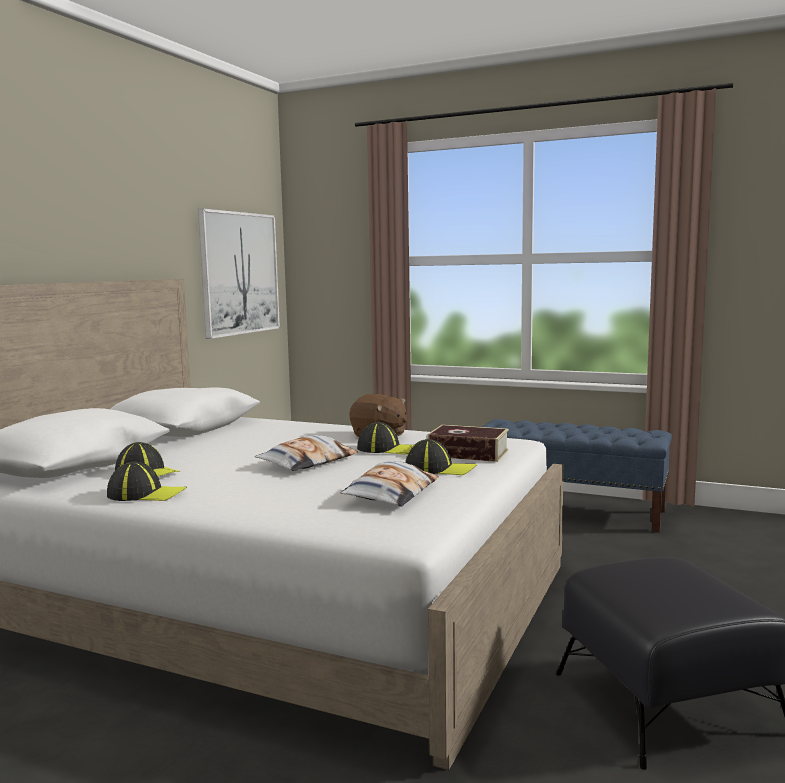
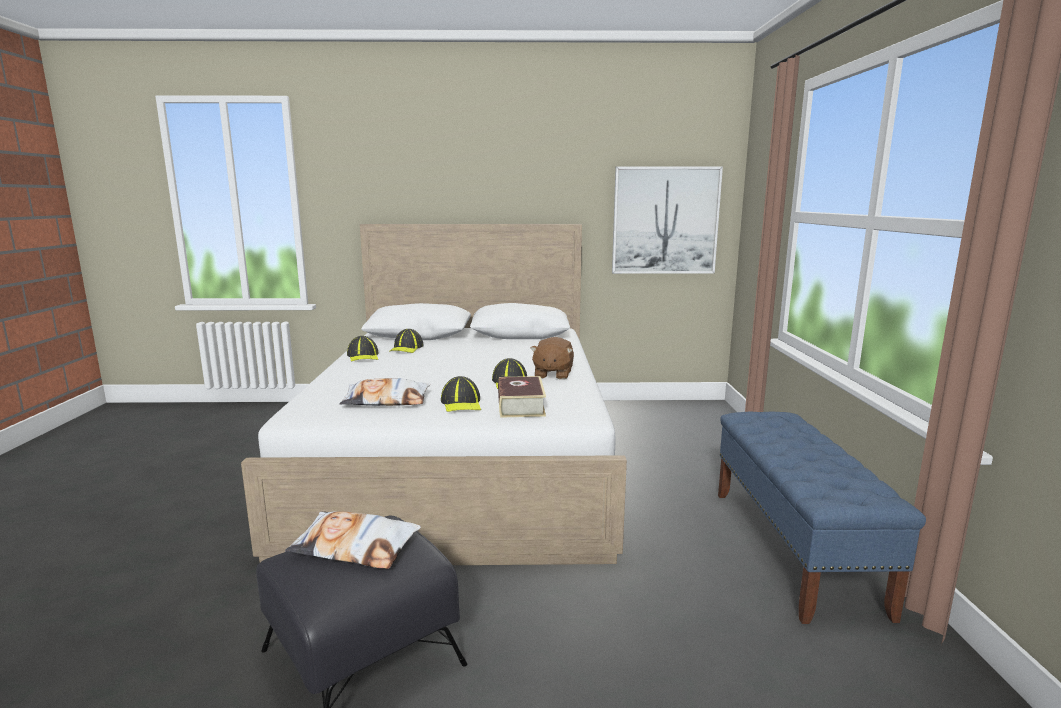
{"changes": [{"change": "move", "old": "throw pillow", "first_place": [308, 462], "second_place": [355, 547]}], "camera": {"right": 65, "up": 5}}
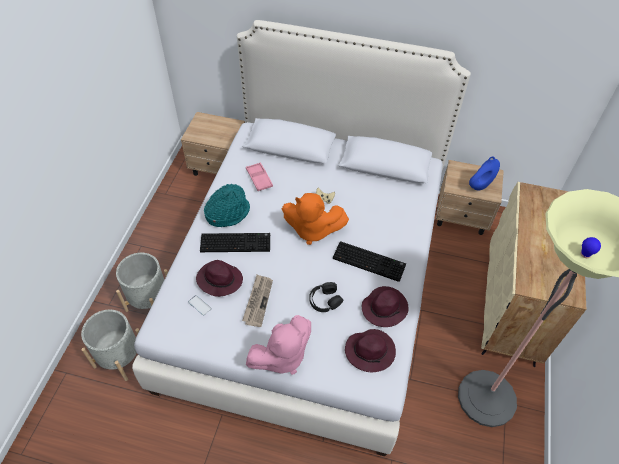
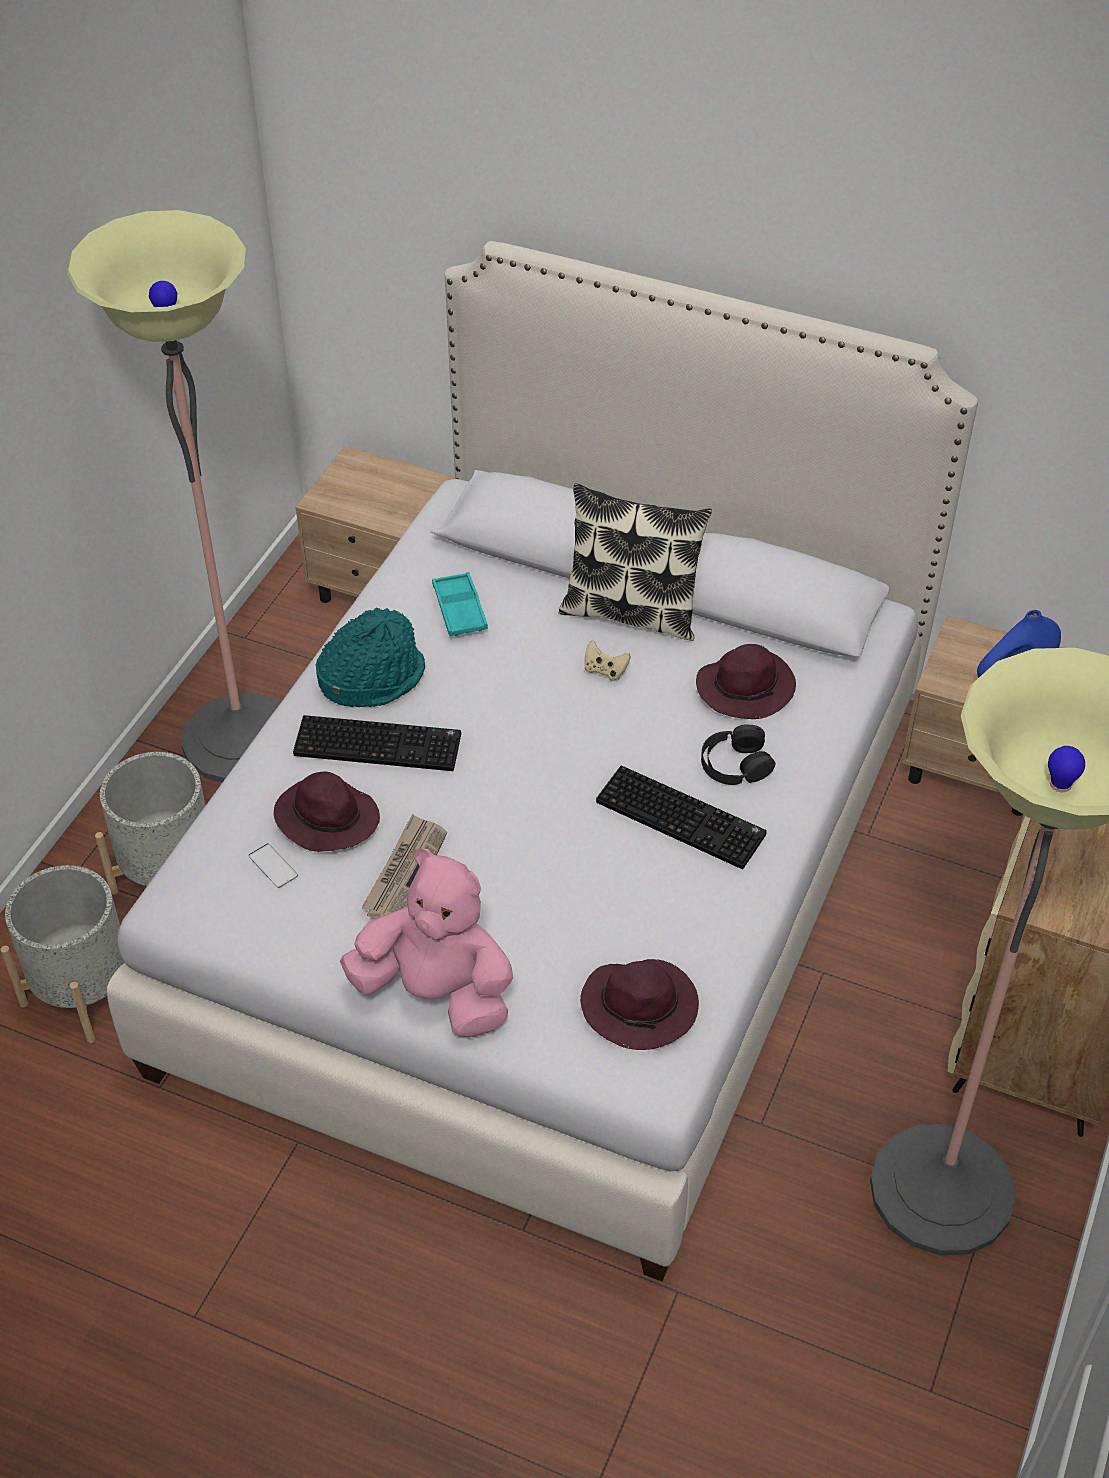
{"changes": [{"change": "recolor", "old": "pink-coloured carrying tray", "new": "turquoise-coloured carrying tray", "first_place": [259, 178], "second_place": [459, 609]}, {"change": "delete", "old": "orangey cuddly toy", "first_place": [312, 230]}, {"change": "move", "old": "black headset", "first_place": [325, 300], "second_place": [735, 764]}, {"change": "move", "old": "purple-coloured clothing hat", "first_place": [385, 308], "second_place": [746, 687]}, {"change": "rotate", "old": "pink-coloured cuddly toy", "first_place": [281, 356], "second_place": [437, 993], "degrees": -135}, {"change": "insert", "new": "standard lamp", "second_place": [241, 740]}, {"change": "insert", "new": "throw pillow", "second_place": [631, 612]}], "camera": {"right": 10, "up": -5}}
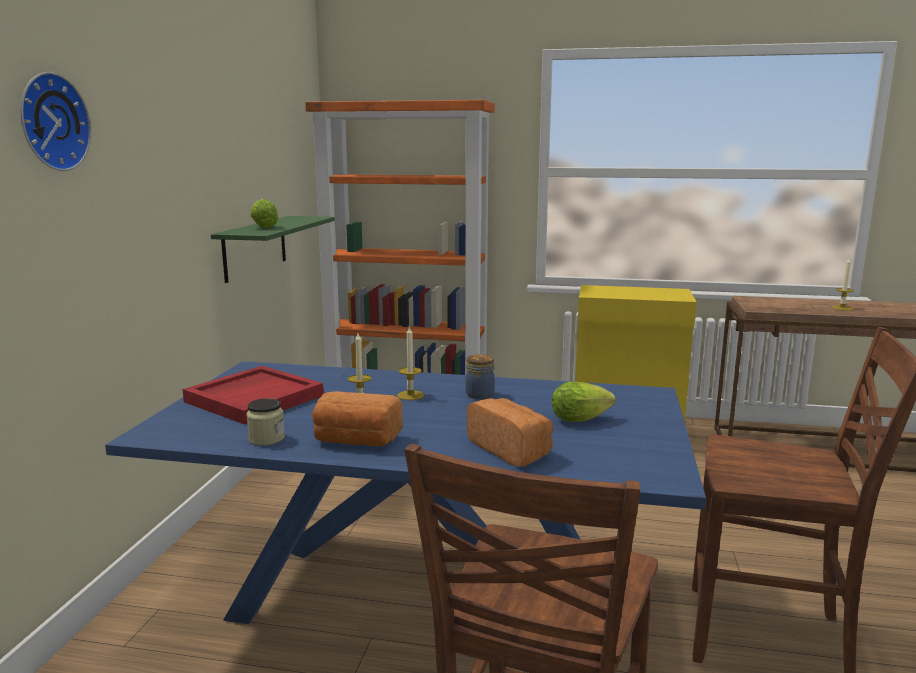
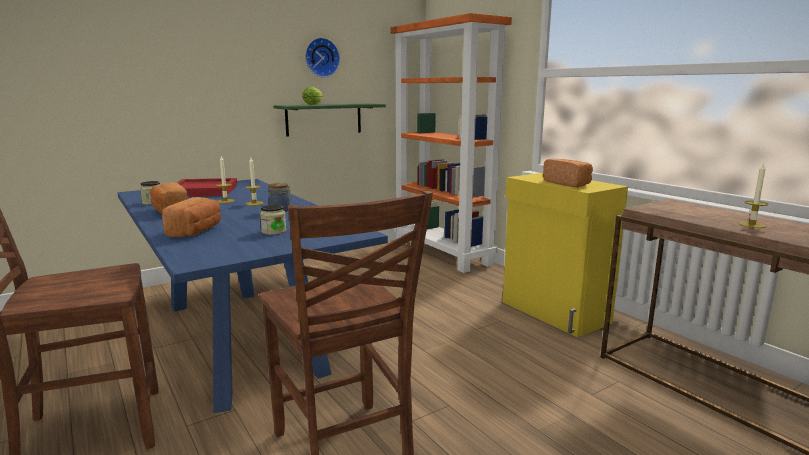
{"changes": [{"change": "move", "old": "clock on the wall", "first_place": [50, 122], "second_place": [321, 57]}, {"change": "replace", "old": "lettuce", "new": "storage jar", "first_place": [583, 419], "second_place": [274, 231]}, {"change": "insert", "new": "bakery bread", "second_place": [568, 183]}], "camera": {"right": 45, "up": 0}}
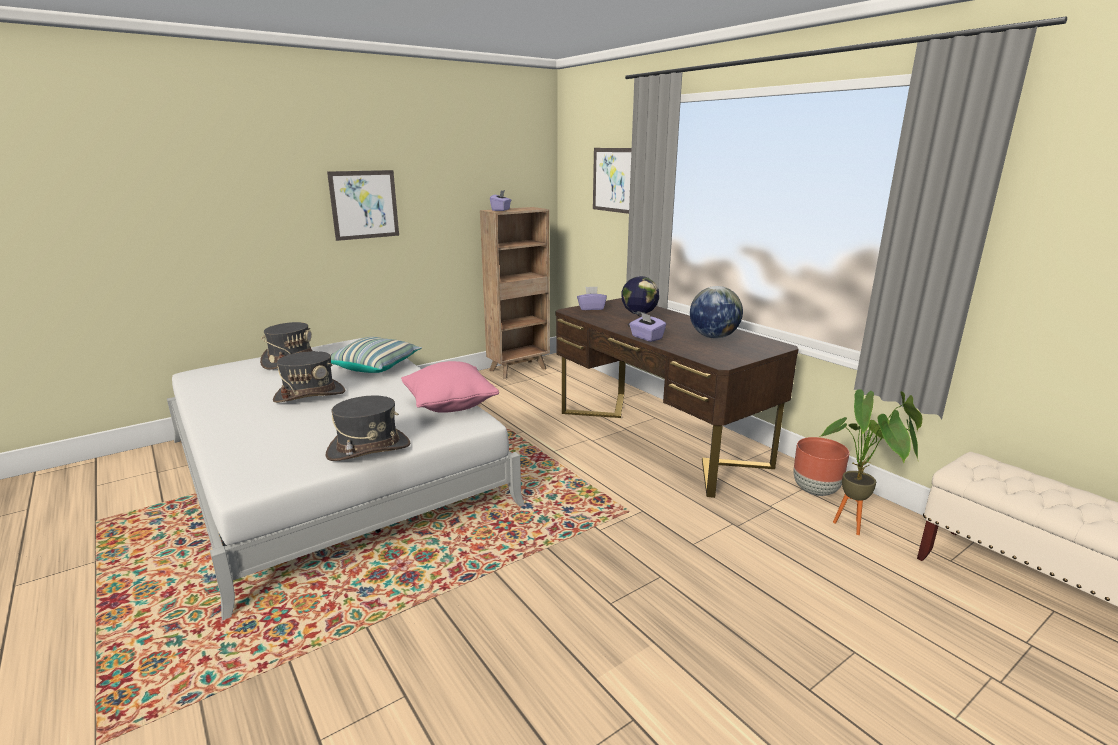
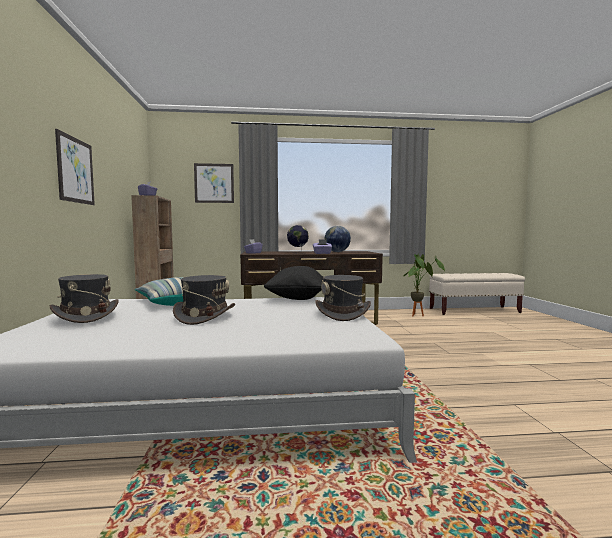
{"changes": [{"change": "recolor", "old": "pink-coloured throw pillow", "new": "black throw pillow", "first_place": [450, 406], "second_place": [297, 299]}, {"change": "delete", "old": "brown planter", "first_place": [816, 491]}], "camera": {"right": -60, "up": -15}}
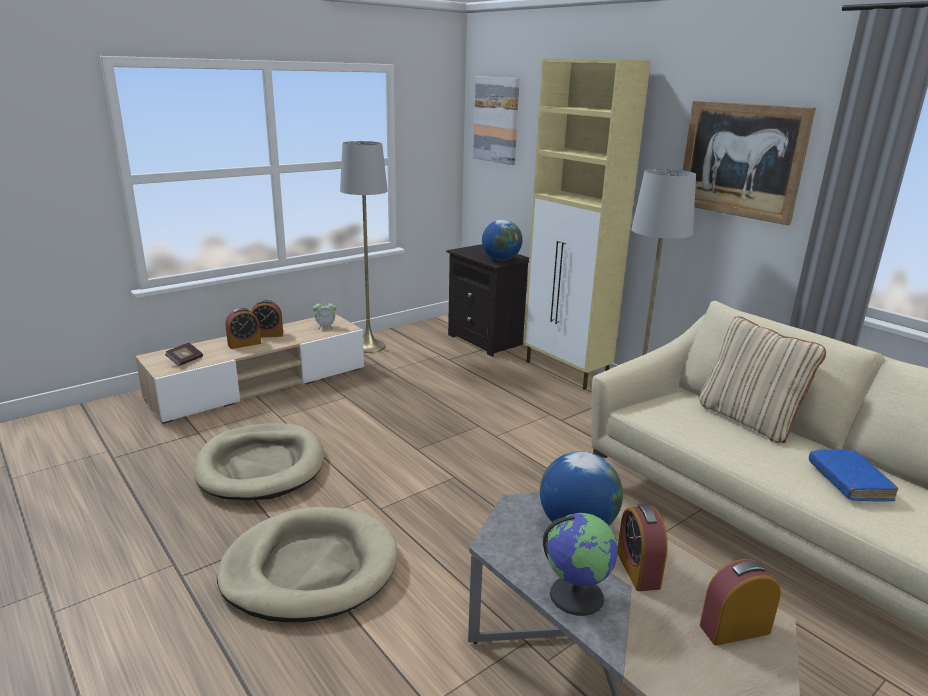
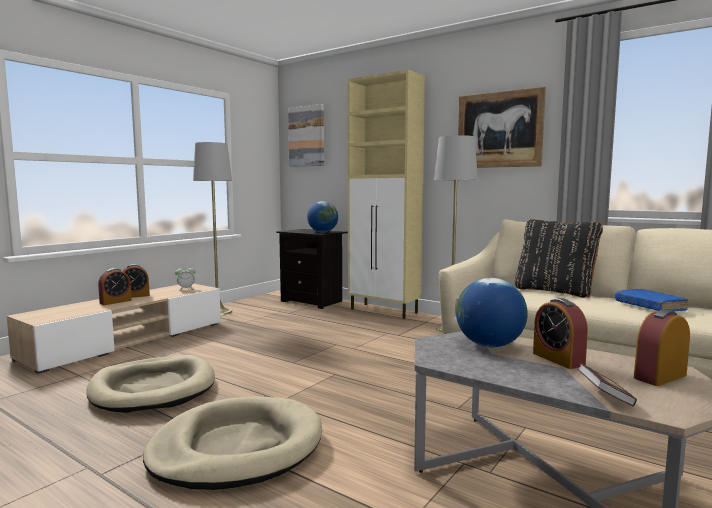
{"changes": [{"change": "recolor", "old": "beige-coloured throw pillow", "new": "black throw pillow", "first_place": [749, 420], "second_place": [555, 291]}, {"change": "move", "old": "book", "first_place": [185, 360], "second_place": [604, 396]}, {"change": "delete", "old": "desk globe", "first_place": [576, 594]}], "camera": {"right": -15, "up": -15}}
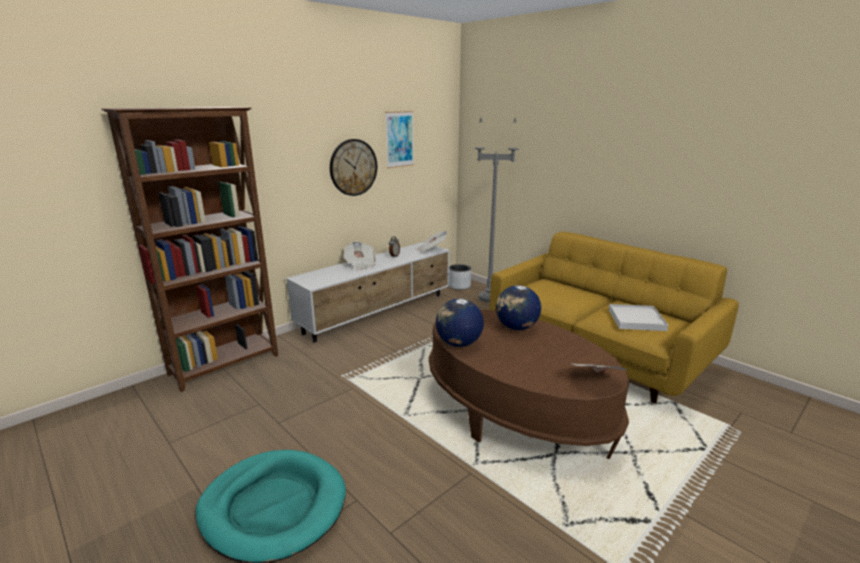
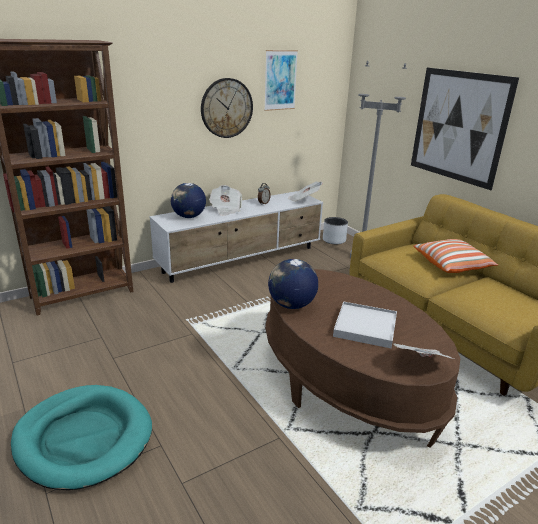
{"changes": [{"change": "move", "old": "desk globe", "first_place": [516, 328], "second_place": [188, 217]}, {"change": "move", "old": "white-coloured carrying tray", "first_place": [636, 320], "second_place": [365, 327]}, {"change": "insert", "new": "wall art", "second_place": [458, 126]}, {"change": "insert", "new": "throw pillow", "second_place": [452, 265]}], "camera": {"right": 10, "up": 5}}
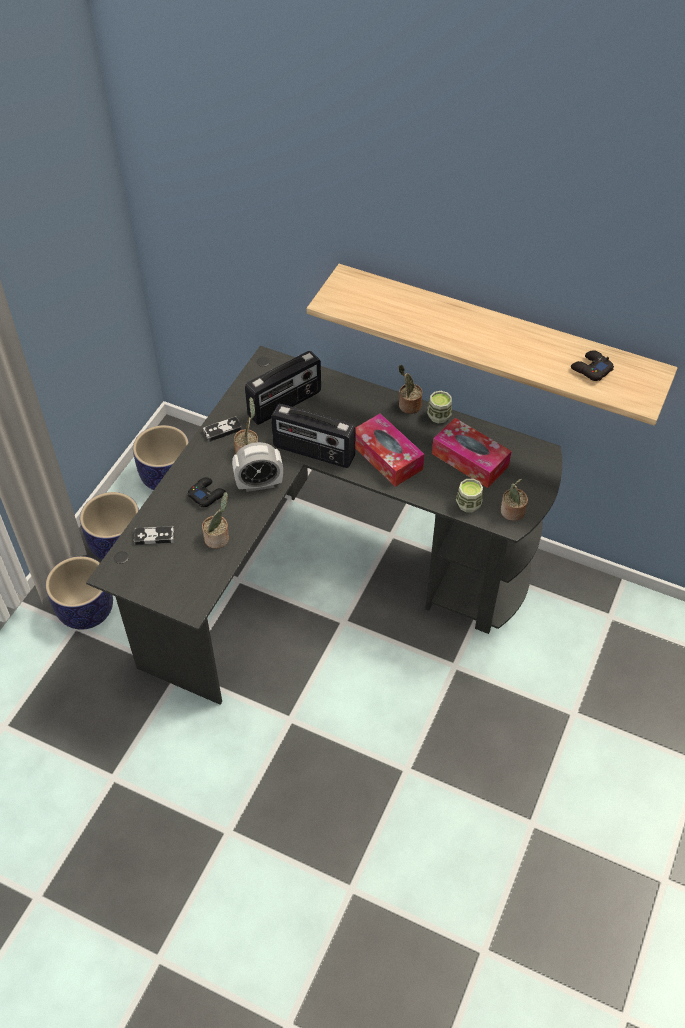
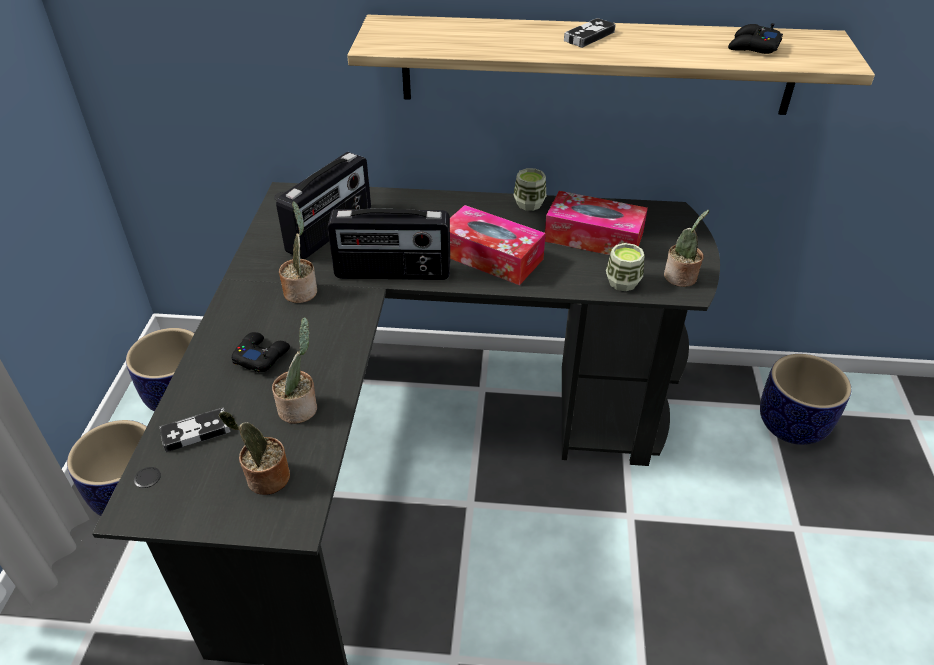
{"changes": [{"change": "move", "old": "plant in a pot", "first_place": [408, 406], "second_place": [265, 479]}, {"change": "move", "old": "gamepad", "first_place": [222, 430], "second_place": [589, 36]}, {"change": "delete", "old": "alarm clock", "first_place": [259, 484]}, {"change": "move", "old": "planter", "first_place": [87, 611], "second_place": [792, 425]}], "camera": {"right": -20, "up": -10}}
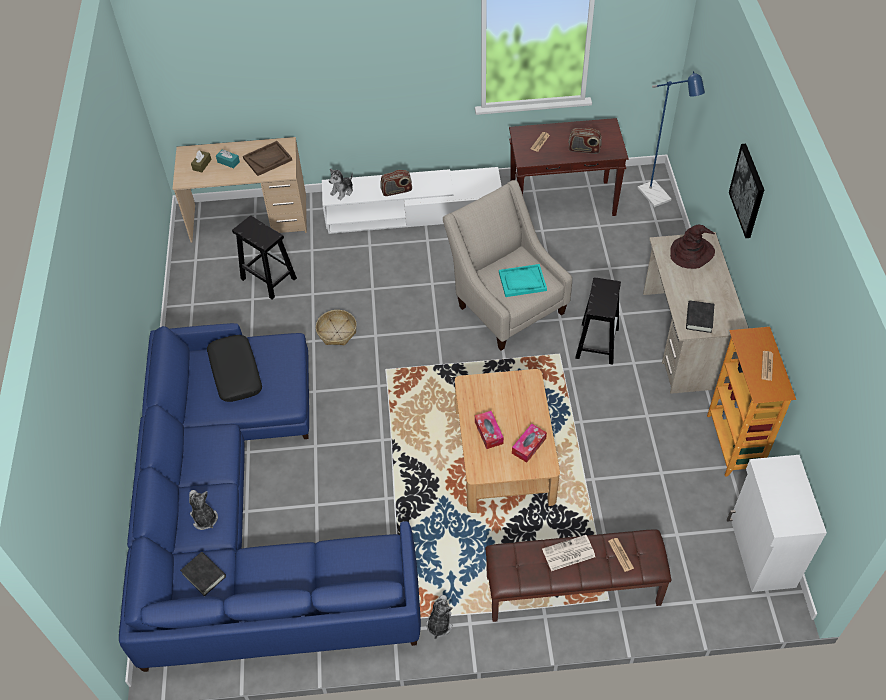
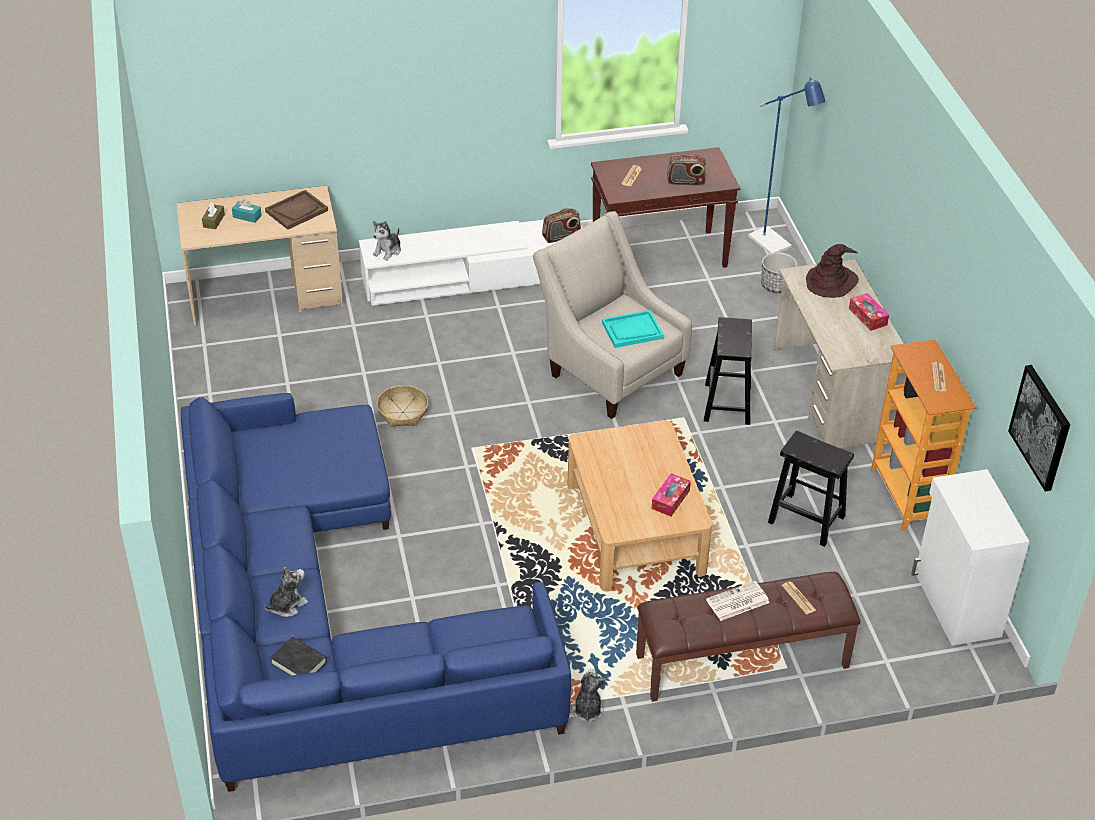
{"changes": [{"change": "move", "old": "wall art", "first_place": [748, 191], "second_place": [1041, 427]}, {"change": "move", "old": "radio", "first_place": [396, 191], "second_place": [561, 236]}, {"change": "move", "old": "black sitting stool", "first_place": [268, 278], "second_place": [805, 519]}, {"change": "delete", "old": "black book", "first_place": [699, 318]}, {"change": "delete", "old": "black throw pillow", "first_place": [235, 373]}, {"change": "move", "old": "tissue holder", "first_place": [488, 432], "second_place": [867, 316]}, {"change": "rotate", "old": "cuddly toy", "first_place": [204, 518], "second_place": [287, 605], "degrees": 90}, {"change": "insert", "new": "planter", "second_place": [776, 285]}], "camera": {"right": -10, "up": -10}}
